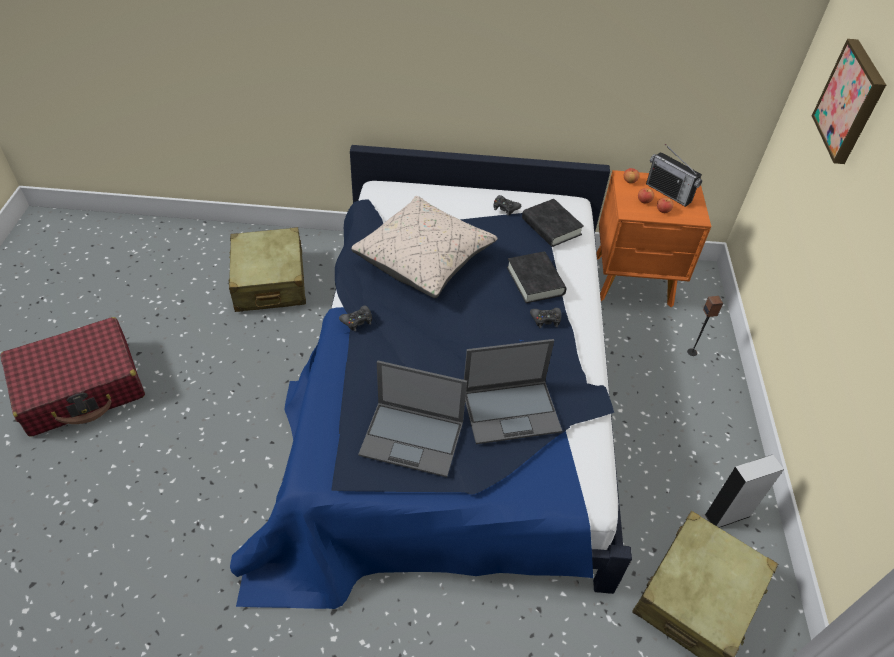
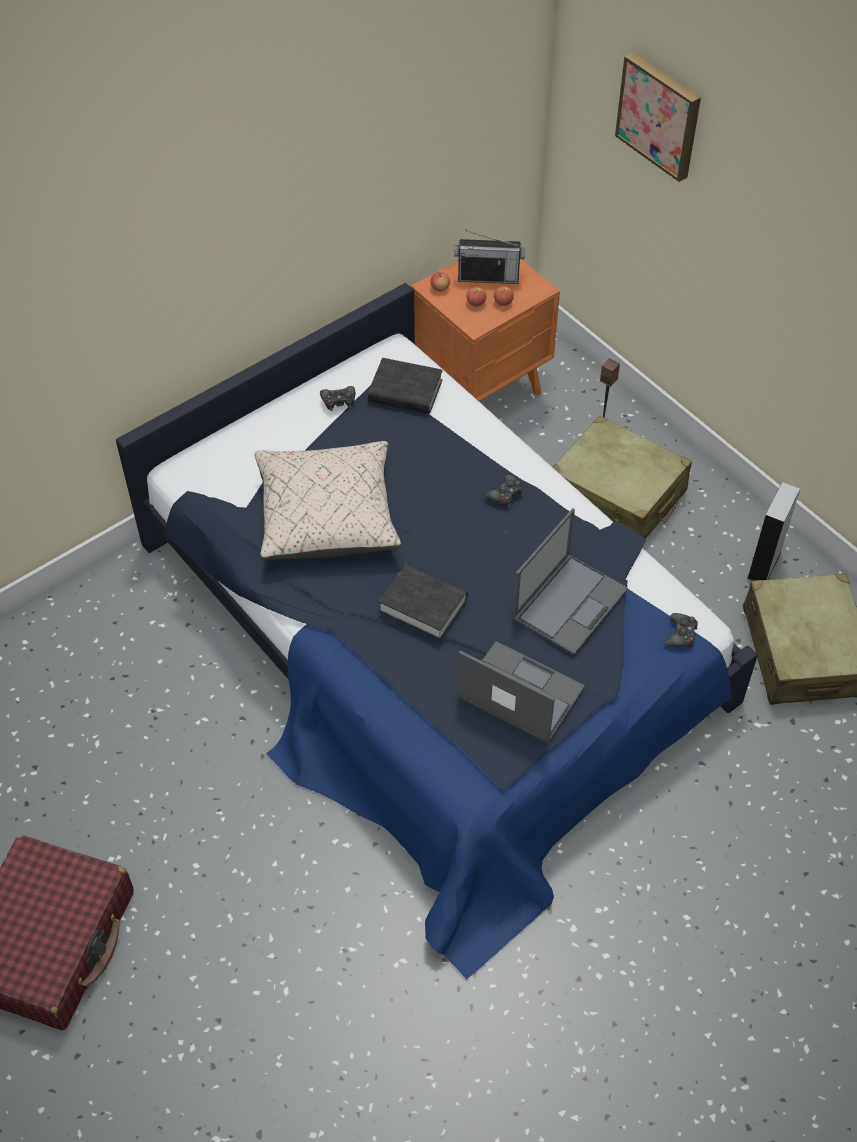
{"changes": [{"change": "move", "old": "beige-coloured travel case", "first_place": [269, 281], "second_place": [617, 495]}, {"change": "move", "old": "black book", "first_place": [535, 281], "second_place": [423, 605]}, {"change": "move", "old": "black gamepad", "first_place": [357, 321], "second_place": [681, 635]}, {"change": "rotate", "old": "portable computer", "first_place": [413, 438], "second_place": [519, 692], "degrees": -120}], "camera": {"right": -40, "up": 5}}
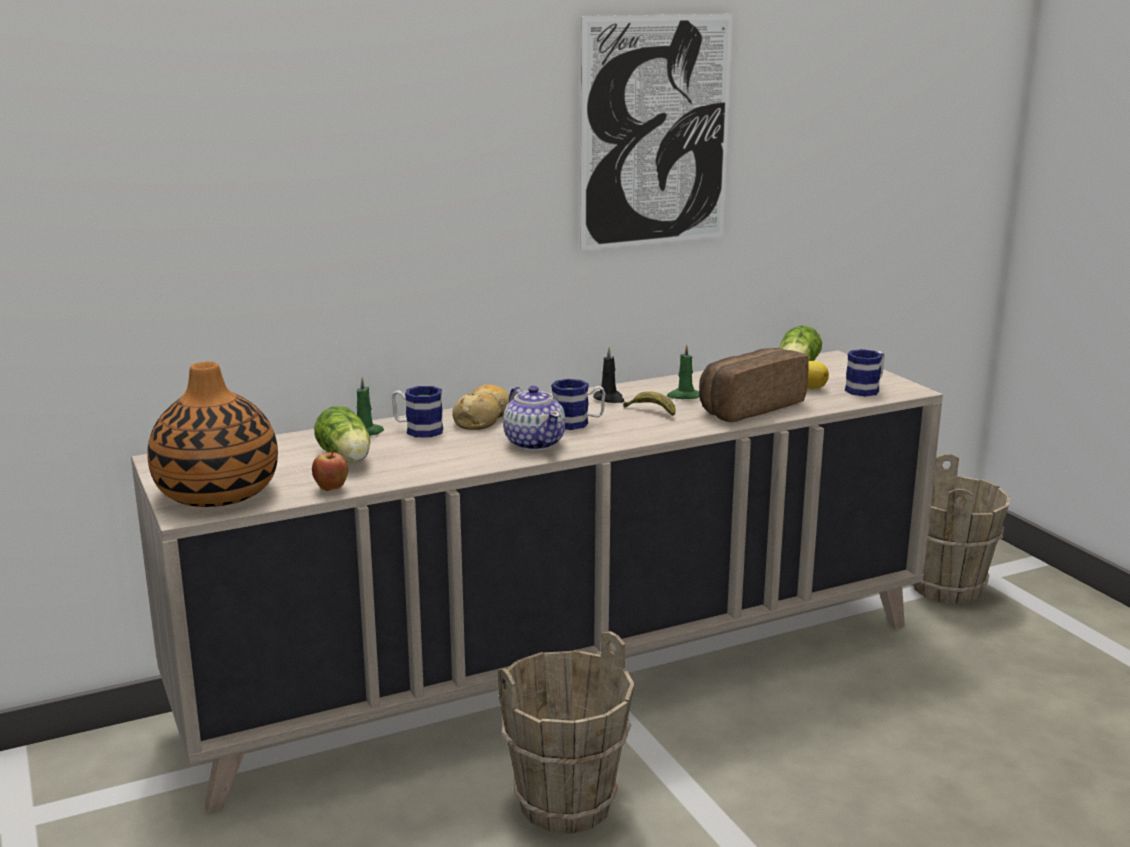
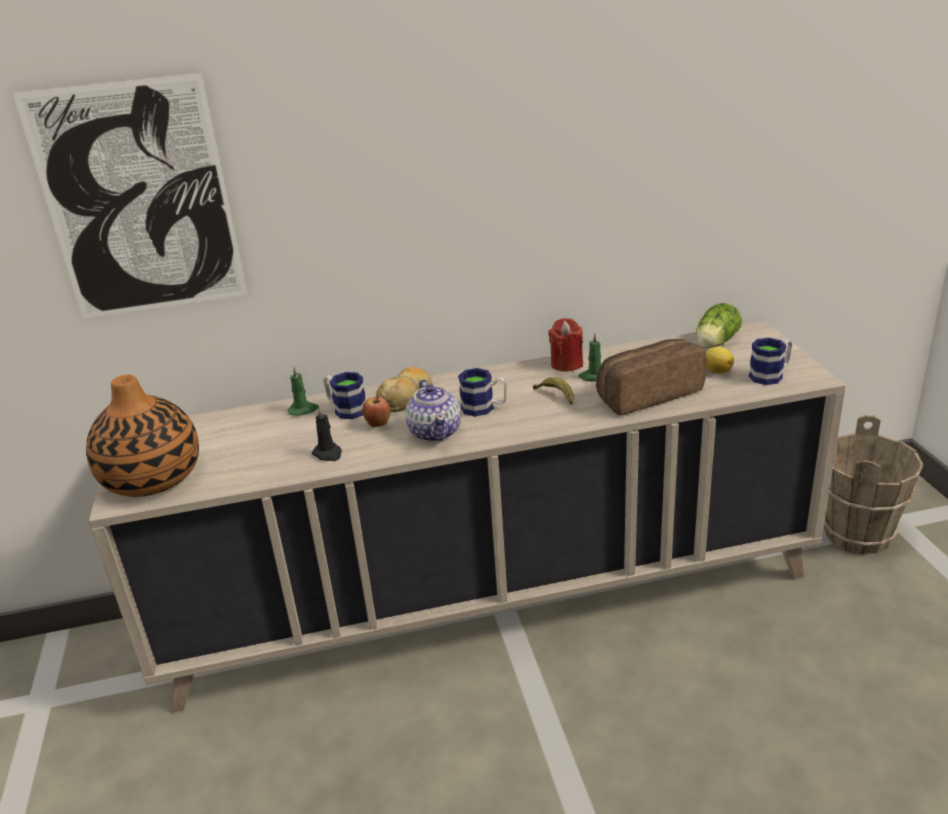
{"changes": [{"change": "move", "old": "wall art", "first_place": [656, 132], "second_place": [139, 201]}, {"change": "move", "old": "black candle", "first_place": [609, 399], "second_place": [328, 454]}, {"change": "delete", "old": "lettuce", "first_place": [346, 459]}, {"change": "move", "old": "apple fruit", "first_place": [331, 489], "second_place": [378, 425]}, {"change": "delete", "old": "brown bucket", "first_place": [566, 805]}, {"change": "insert", "new": "red candle", "second_place": [566, 364]}], "camera": {"right": 15, "up": 10}}
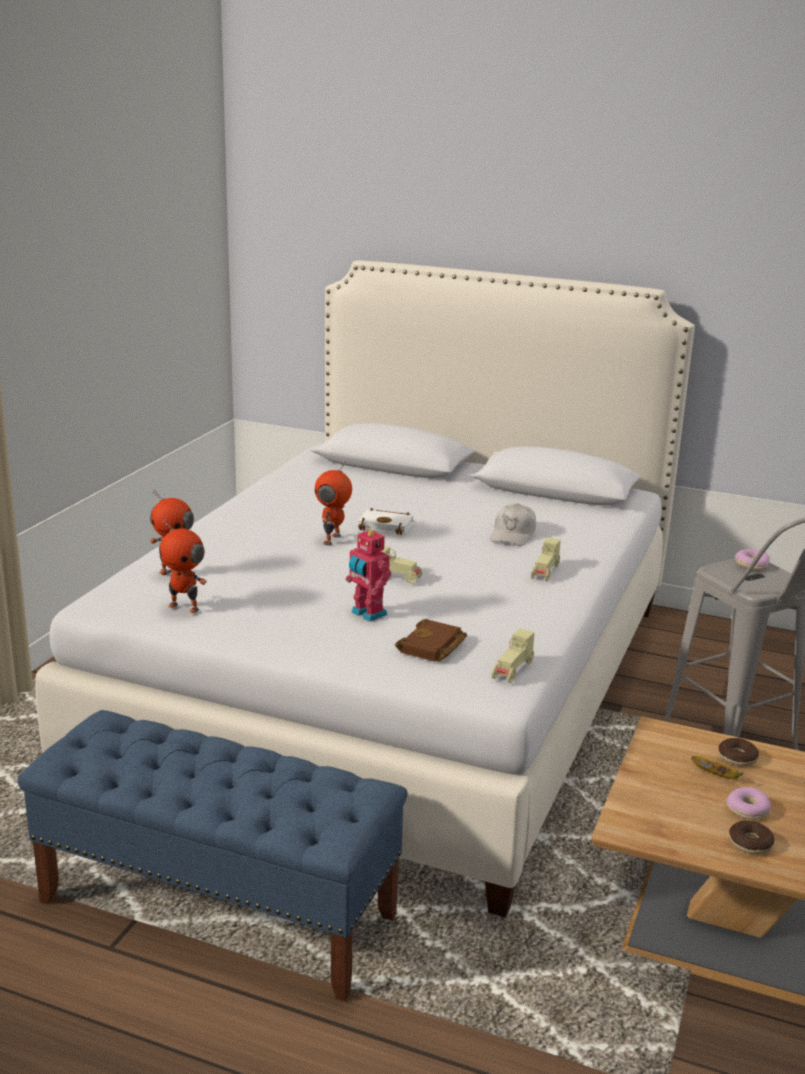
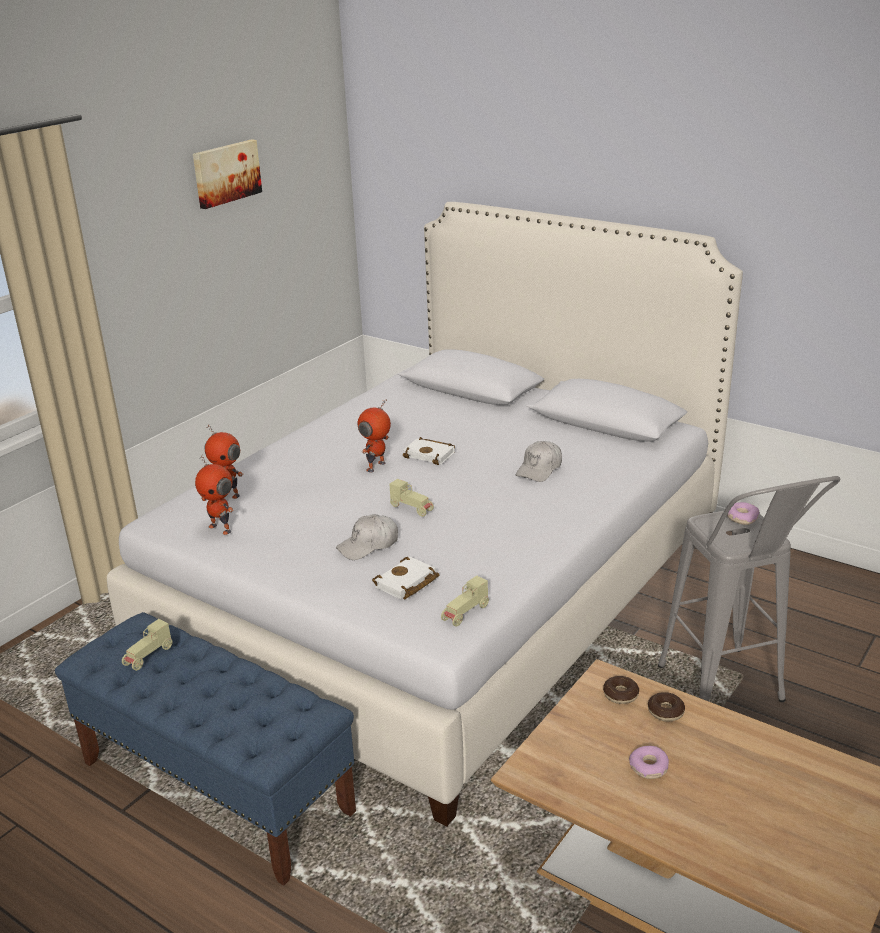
{"changes": [{"change": "replace", "old": "model robot", "new": "white-coloured peaked cap", "first_place": [367, 614], "second_place": [368, 545]}, {"change": "move", "old": "beige-coloured toy car", "first_place": [545, 572], "second_place": [148, 656]}, {"change": "recolor", "old": "brown book", "new": "white-coloured book", "first_place": [432, 647], "second_place": [406, 584]}, {"change": "delete", "old": "banana fruit", "first_place": [716, 775]}, {"change": "move", "old": "ring doughnut", "first_place": [750, 843], "second_place": [620, 694]}, {"change": "insert", "new": "wall art", "second_place": [226, 173]}], "camera": {"right": 15, "up": 5}}
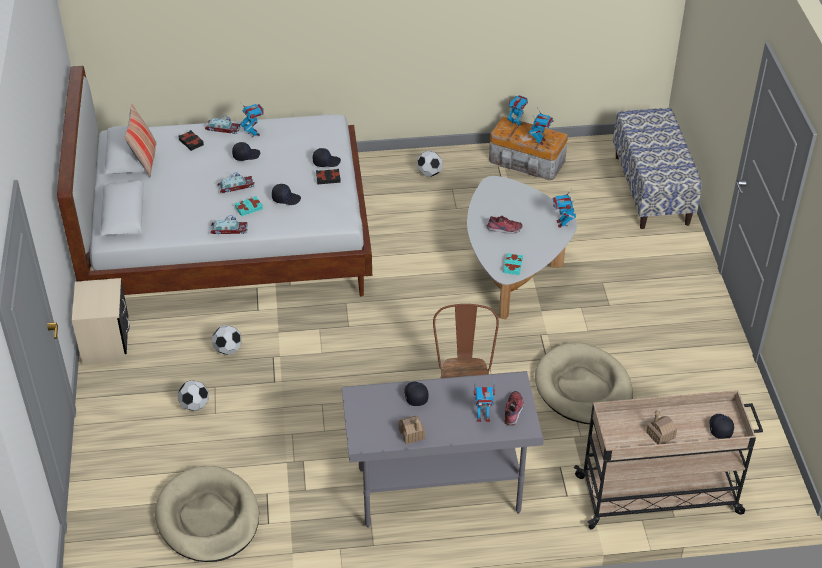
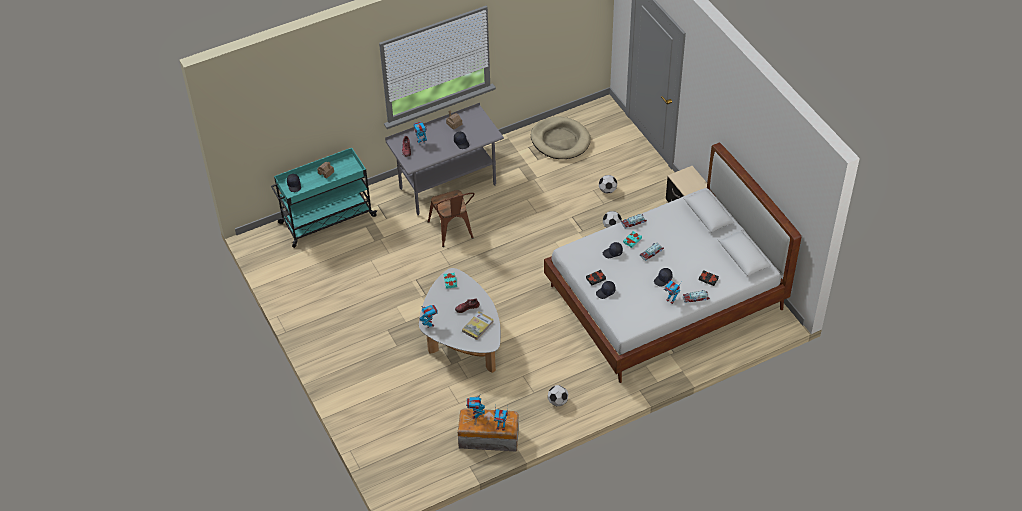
{"changes": [{"change": "delete", "old": "throw pillow", "first_place": [144, 160]}, {"change": "delete", "old": "long seat", "first_place": [652, 190]}, {"change": "delete", "old": "beige-coloured dog bed", "first_place": [583, 388]}, {"change": "recolor", "old": "beige-coloured wheeled cart", "new": "turquoise-coloured wheeled cart", "first_place": [660, 495], "second_place": [326, 220]}, {"change": "insert", "new": "book", "second_place": [478, 326]}], "camera": {"right": 160, "up": 5}}
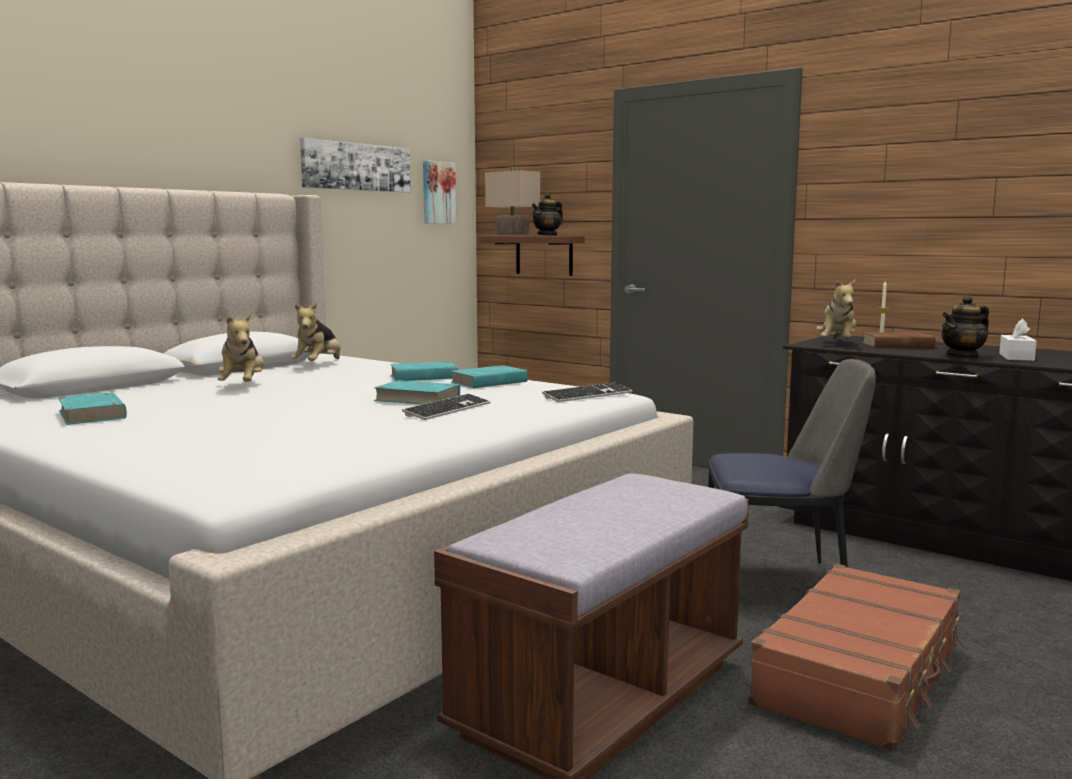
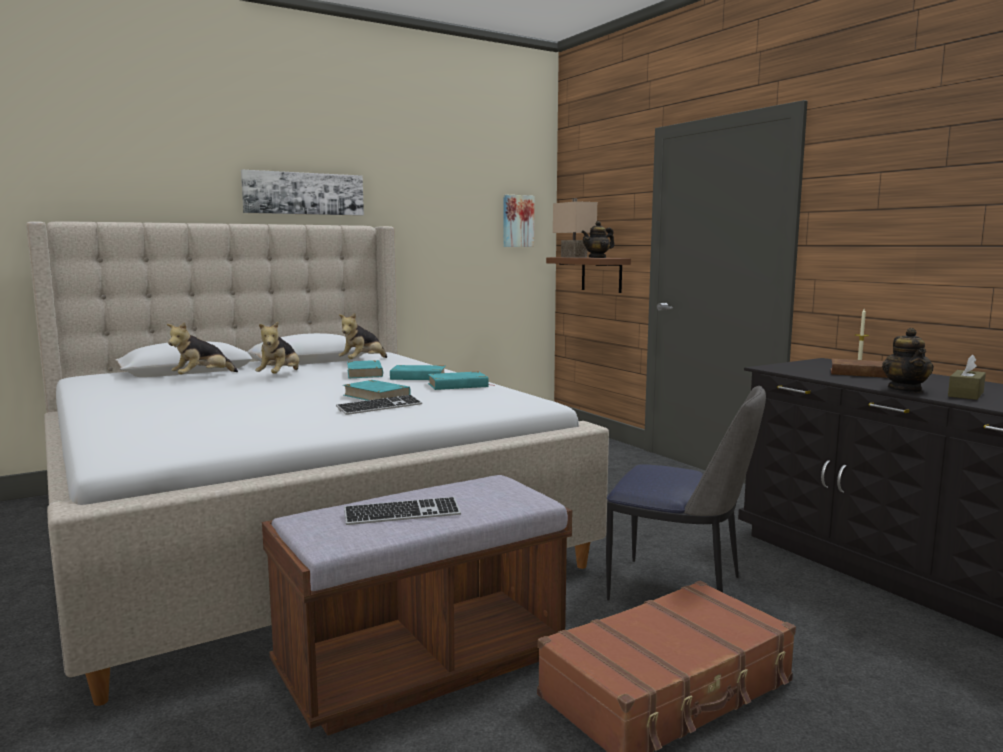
{"changes": [{"change": "move", "old": "wall art", "first_place": [356, 167], "second_place": [304, 193]}, {"change": "move", "old": "cuddly toy", "first_place": [837, 343], "second_place": [202, 377]}, {"change": "rotate", "old": "teapot", "first_place": [963, 356], "second_place": [905, 390], "degrees": -75}, {"change": "recolor", "old": "white-coloured tissue holder", "new": "brown tissue holder", "first_place": [1016, 357], "second_place": [965, 394]}, {"change": "move", "old": "PC keyboard", "first_place": [587, 395], "second_place": [402, 514]}, {"change": "move", "old": "turquoise-coloured book", "first_place": [93, 414], "second_place": [365, 373]}], "camera": {"right": 20, "up": 0}}
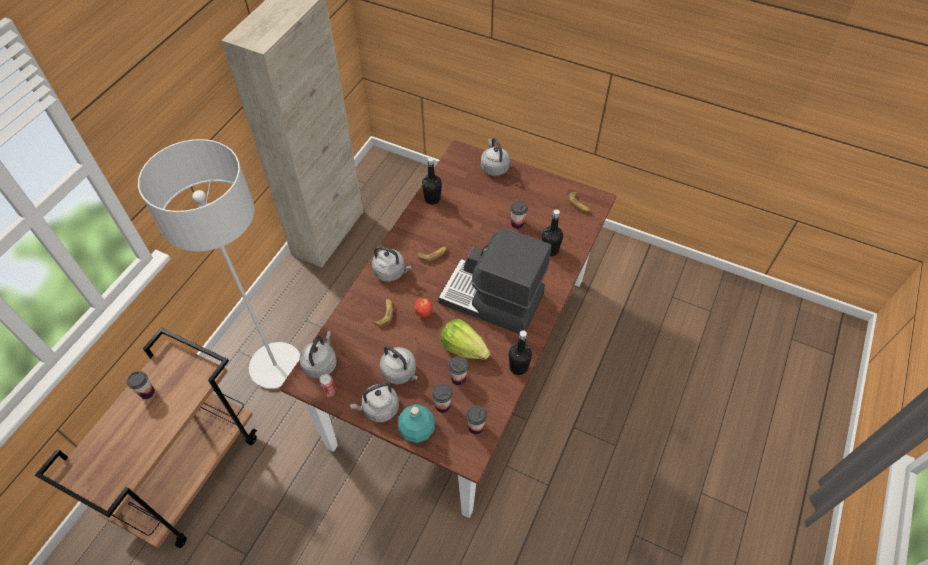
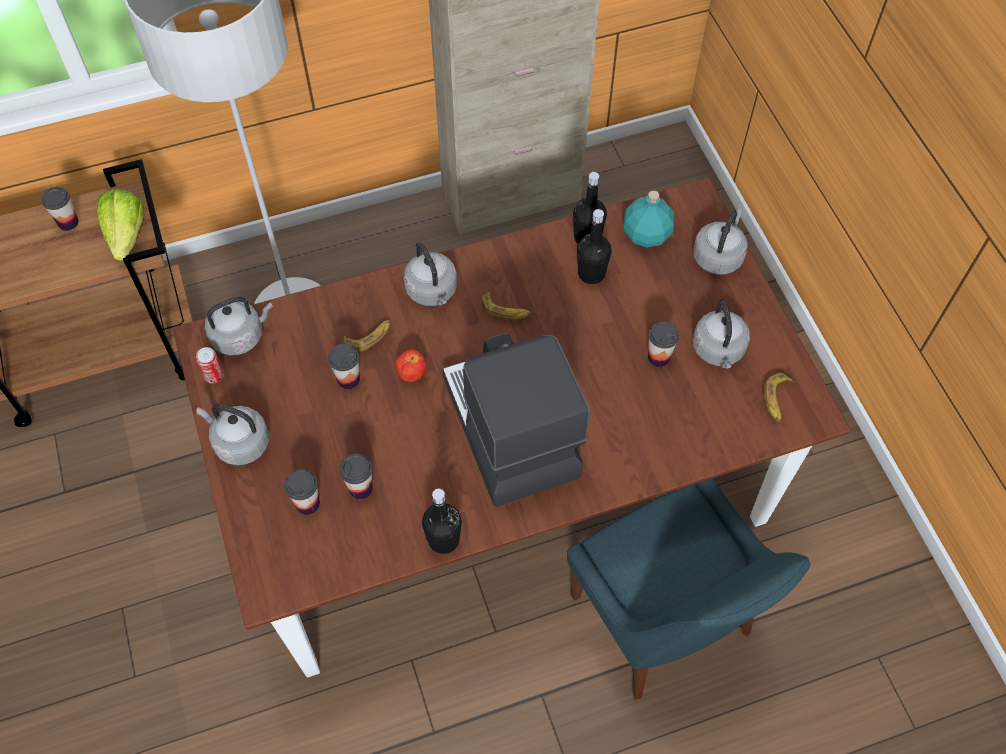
{"changes": [{"change": "move", "old": "black drink bottle", "first_place": [550, 250], "second_place": [591, 273]}, {"change": "move", "old": "lettuce", "first_place": [463, 348], "second_place": [127, 236]}, {"change": "move", "old": "gray tea kettle", "first_place": [400, 372], "second_place": [718, 351]}, {"change": "move", "old": "turquoise-coloured drink bottle", "first_place": [417, 430], "second_place": [646, 235]}, {"change": "move", "old": "cup", "first_place": [476, 427], "second_place": [348, 379]}, {"change": "insert", "new": "blue upright chair", "second_place": [664, 621]}], "camera": {"right": 45, "up": 5}}
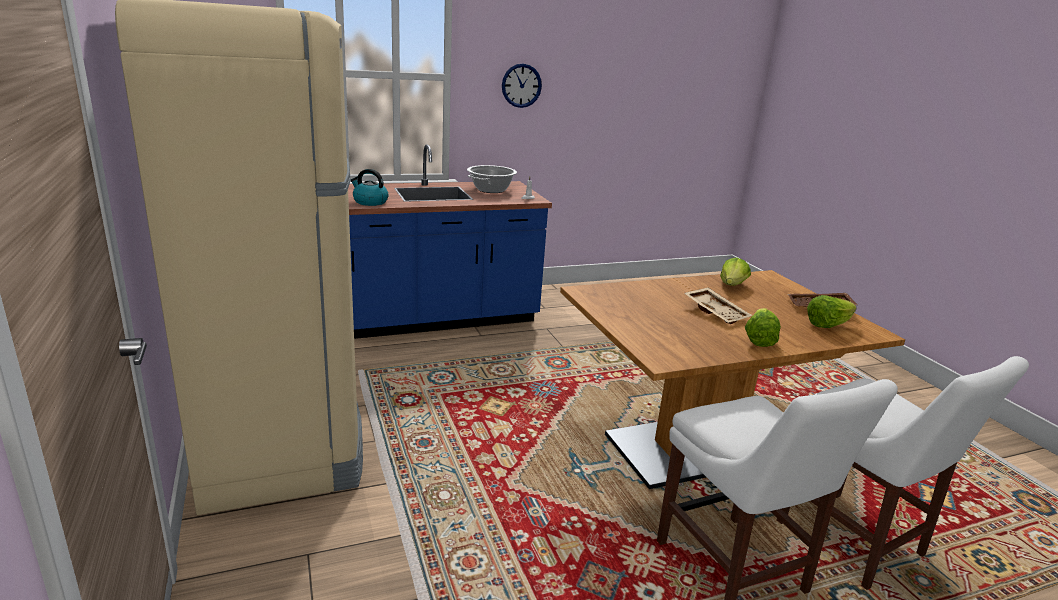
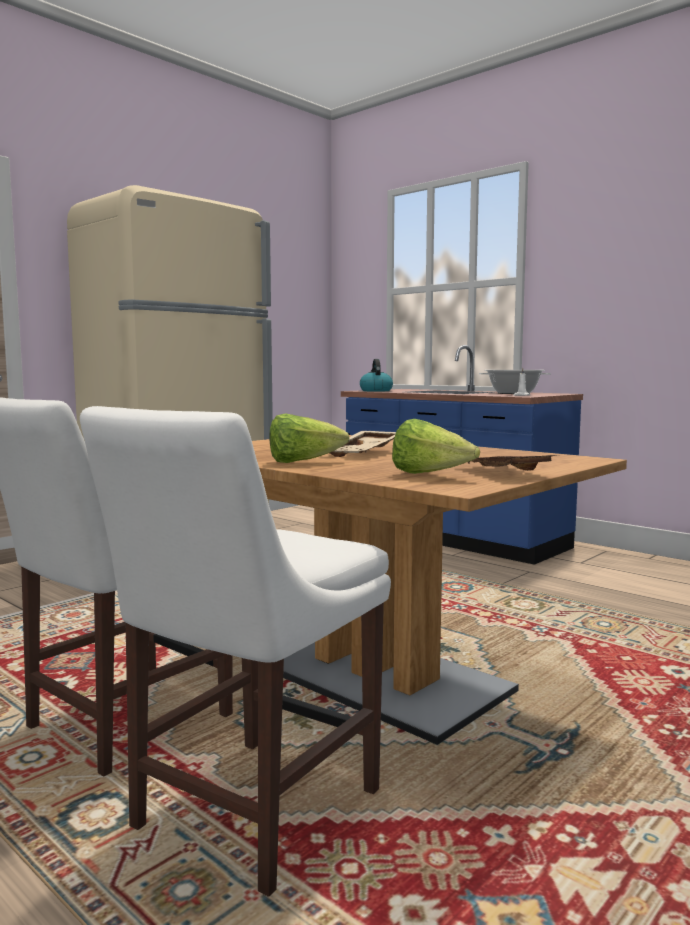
{"changes": [{"change": "delete", "old": "clock on the wall", "first_place": [521, 85]}, {"change": "delete", "old": "lettuce", "first_place": [732, 285]}], "camera": {"right": 65, "up": -15}}
